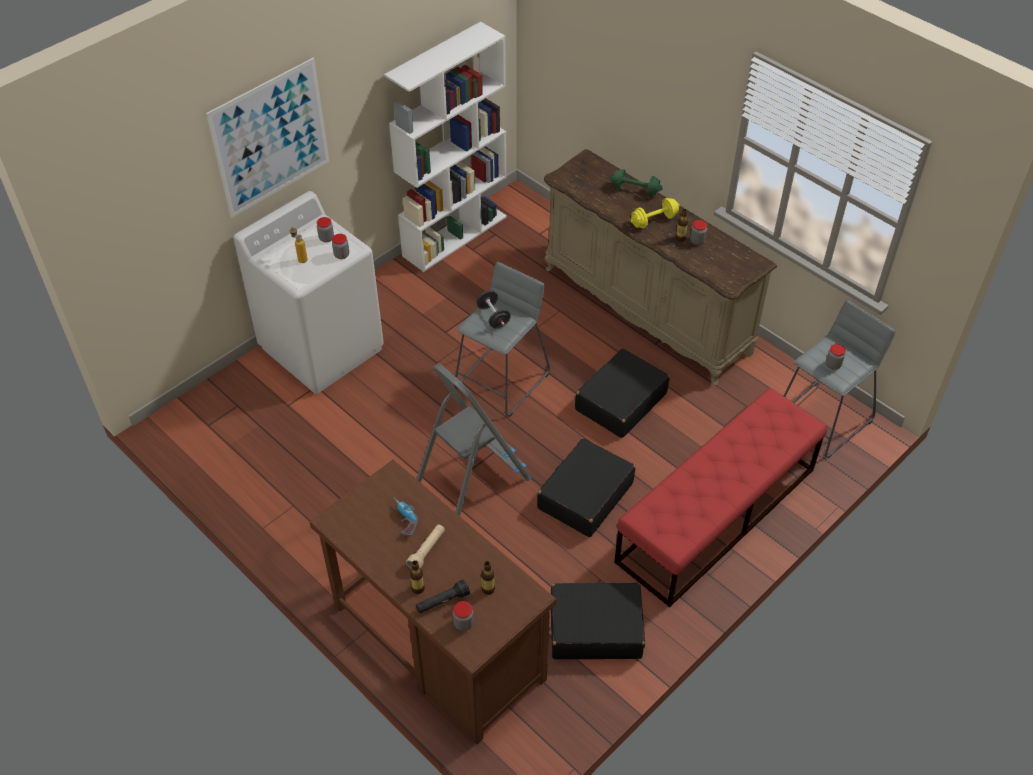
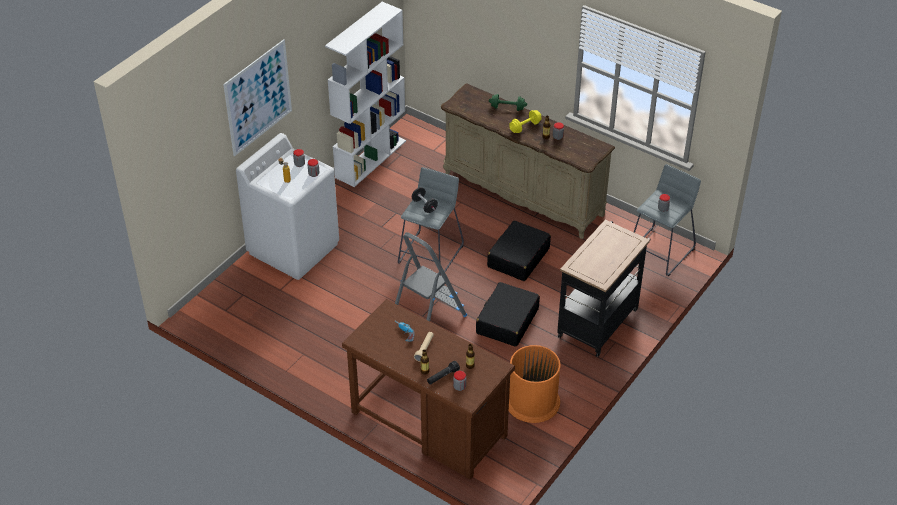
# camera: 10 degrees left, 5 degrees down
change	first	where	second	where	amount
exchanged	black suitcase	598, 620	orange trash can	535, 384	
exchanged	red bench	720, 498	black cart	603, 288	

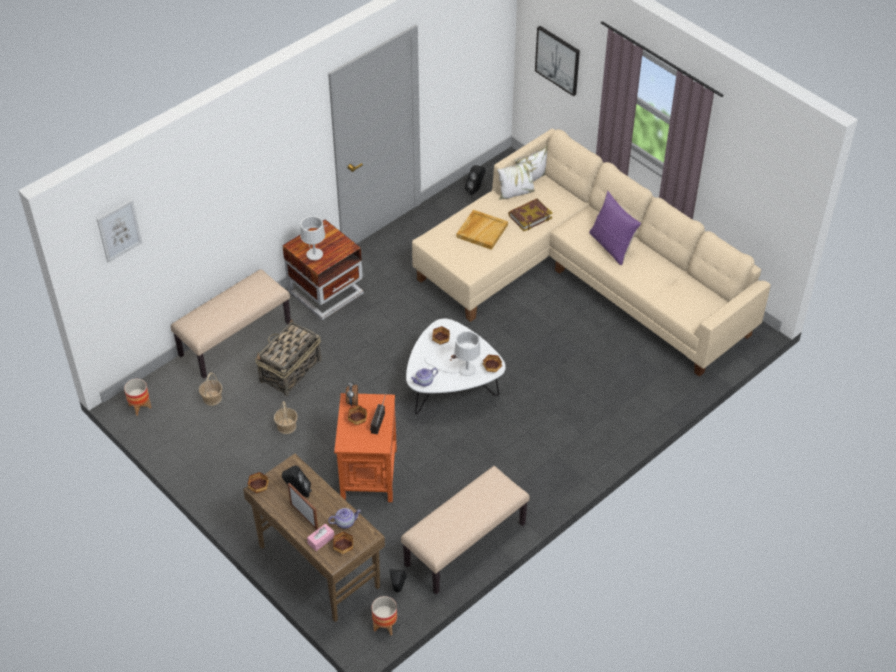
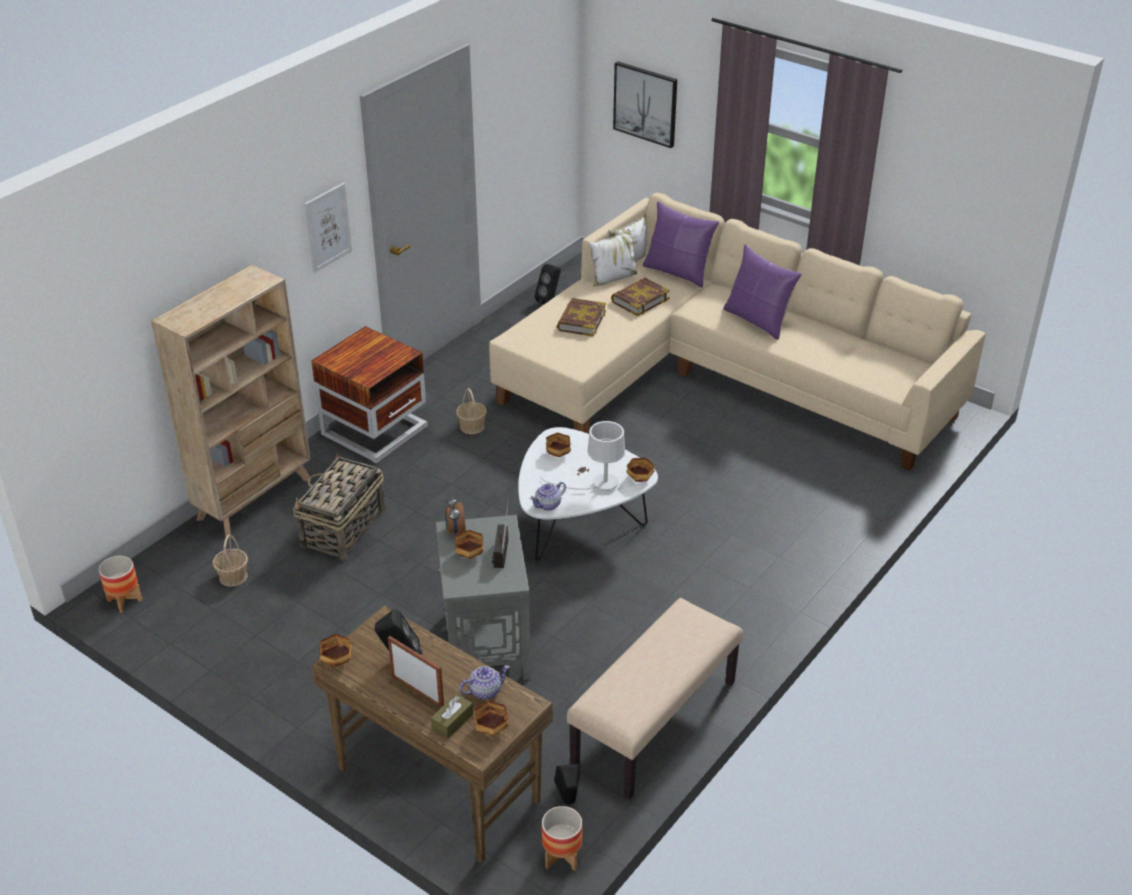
# camera: 10 degrees left, 10 degrees down
change	first	where	second	where	amount
exchanged	beige bench	231, 324	beige bookcase	231, 401	
relocated	picture	119, 231		328, 228	
colour	pink tissue box	320, 537	brown tissue box	452, 716	
colour	orange side table	365, 447	grey side table	483, 597	
relocated	basket	286, 417		471, 411	
exchanged	beige tray	482, 230	book	581, 317	
appeared			purple pillow	681, 244	
missing	white table lamp	312, 238			

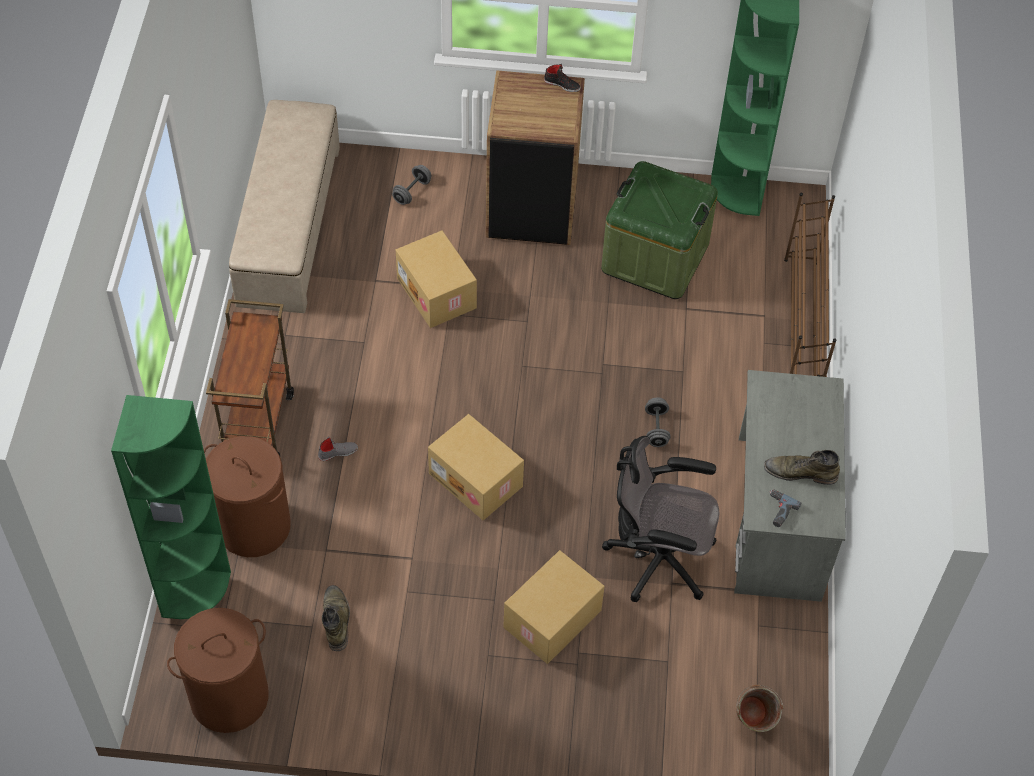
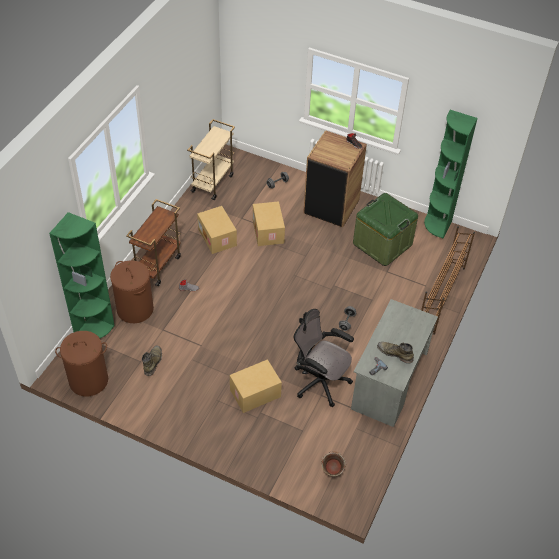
# camera: 20 degrees right, 5 degrees down
change	first	where	second	where	amount
exchanged	beige bench	284, 206	beige cart	211, 159	
relocated	cardboard box	476, 467		217, 230	

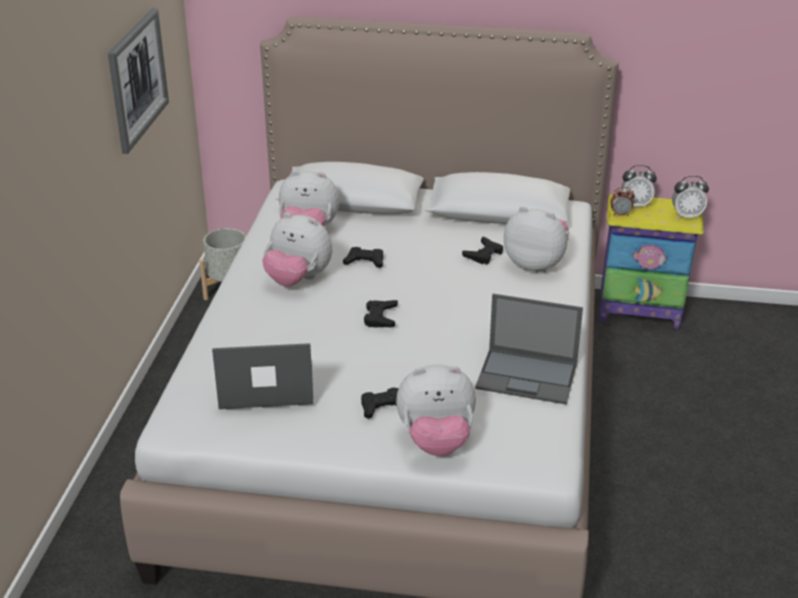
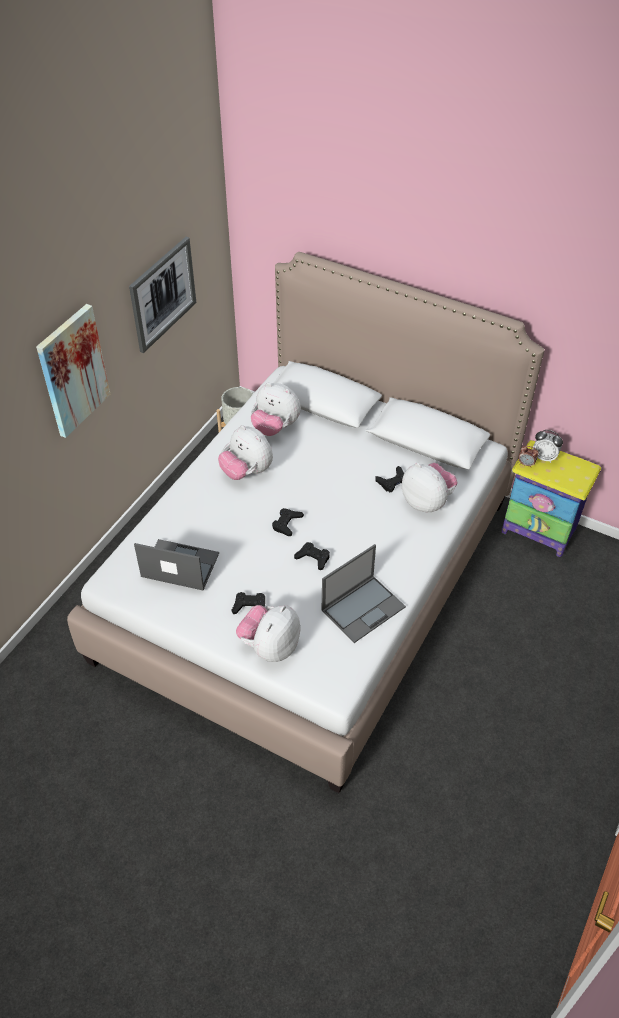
# camera: 20 degrees right, 15 degrees up
change	first	where	second	where	amount
appeared			picture	73, 371	
spun	plush toy	436, 410		268, 633	105 degrees clockwise
relocated	black game controller	363, 257		312, 556	
spun	laptop	529, 349		363, 593	75 degrees counterclockwise
missing	alarm clock	690, 197			

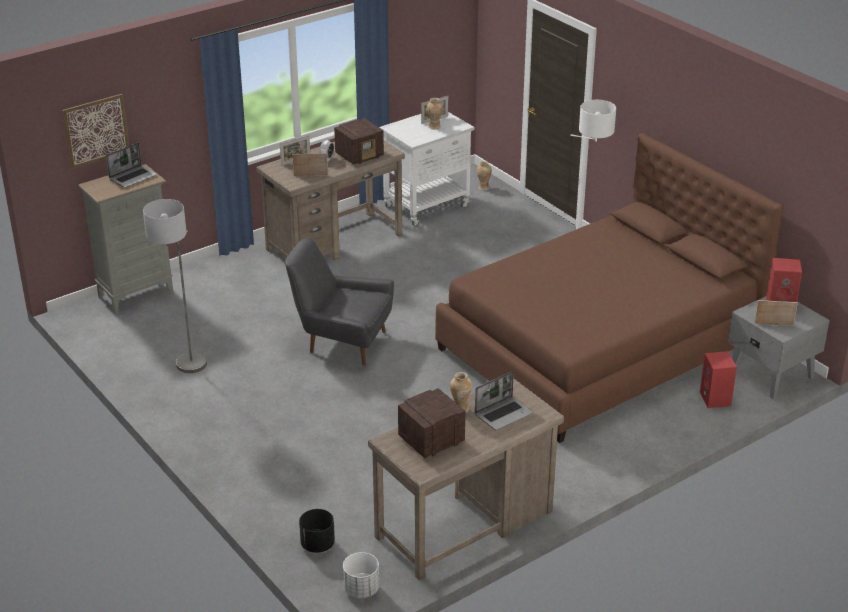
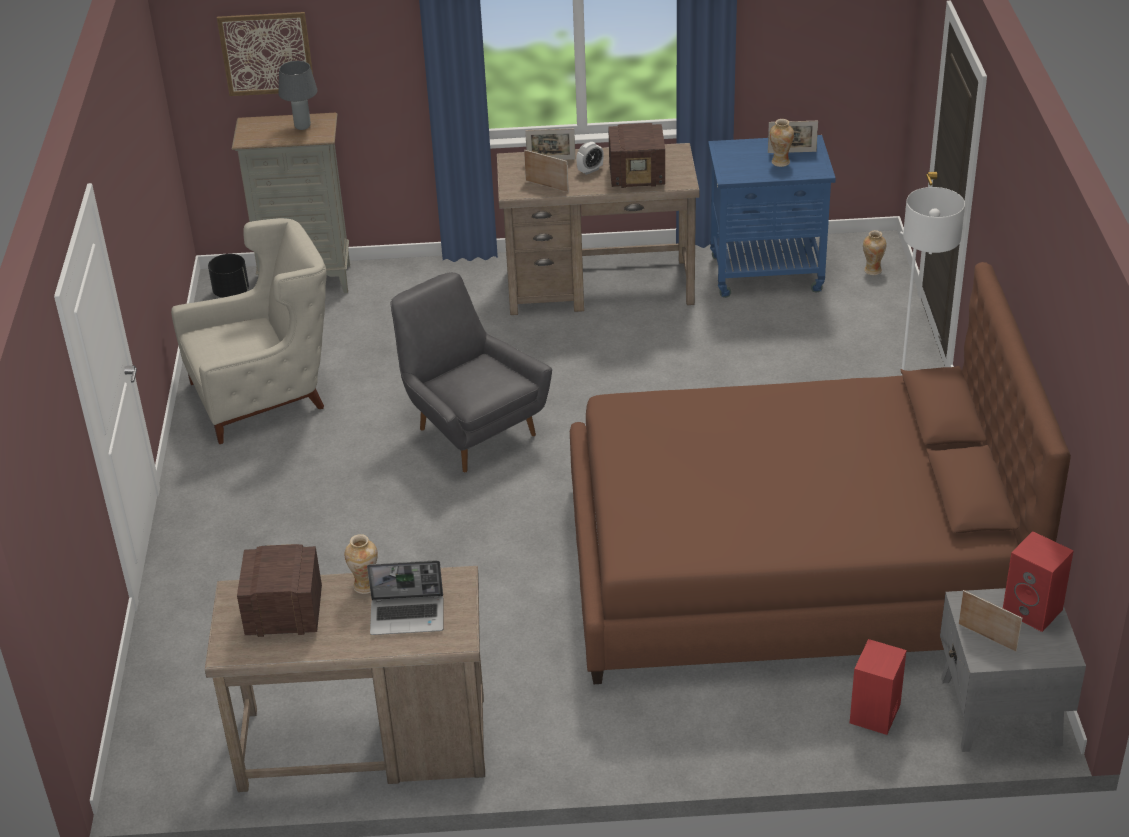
# camera: 35 degrees right, 5 degrees up
change	first	where	second	where	amount
exchanged	grey floor lamp	175, 286	beige armchair	248, 331	
relocated	black planter	317, 531		228, 276	
exchanged	laptop	131, 164	grey table lamp	298, 95	
colour	white cart	426, 169	blue cart	772, 216	
missing	white planter	361, 575			

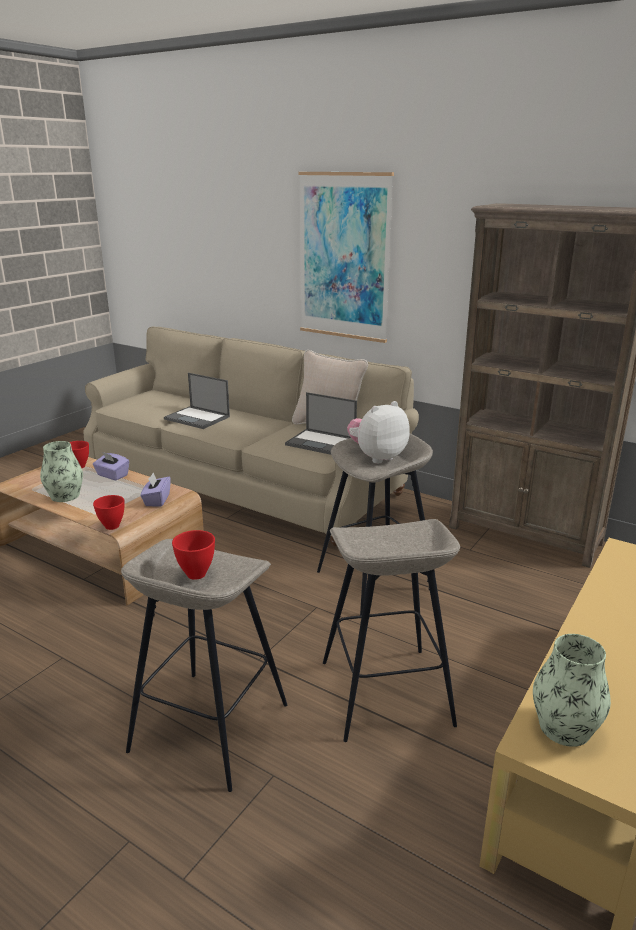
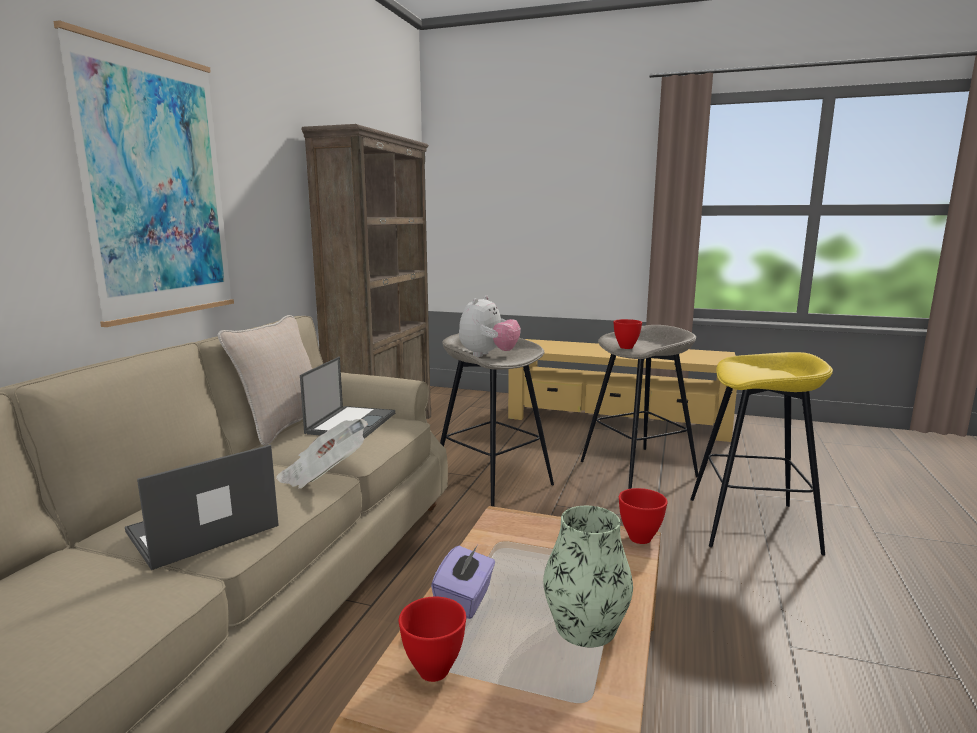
# camera: 105 degrees left, 10 degrees down
change	first	where	second	where	amount
spun	laptop	197, 401		202, 507	150 degrees counterclockwise
appeared			newspaper	322, 454	
spun	plush toy	378, 432		490, 326	105 degrees counterclockwise
relocated	red bowl	193, 555		627, 334	
colour	grey stool	204, 665	yellow stool	761, 454	
missing	purple tissue box	155, 489			
missing	vase	572, 690			

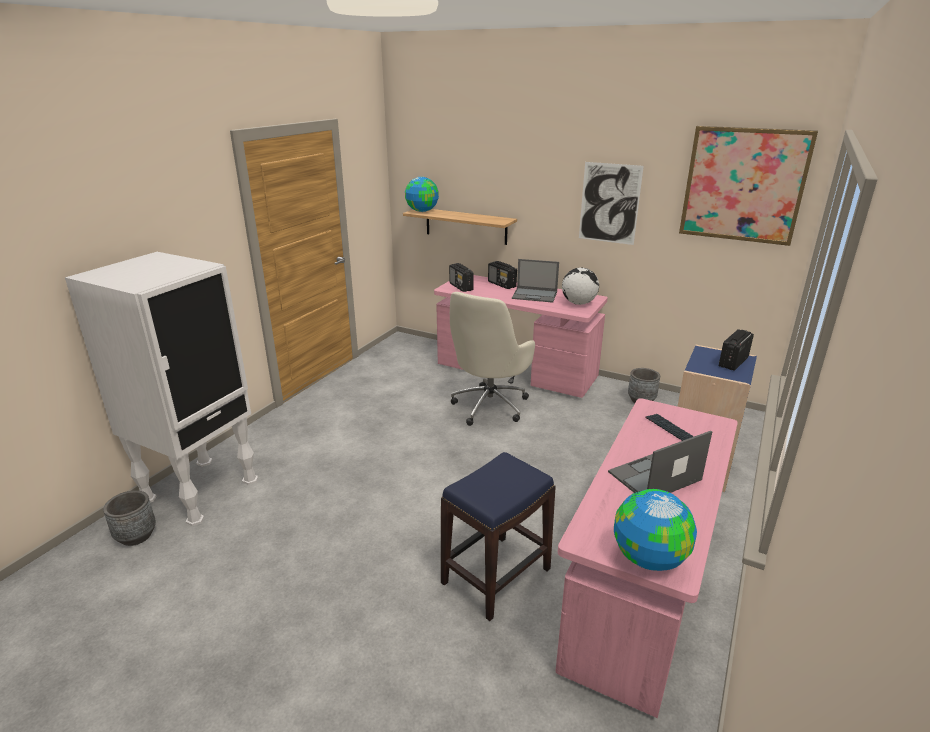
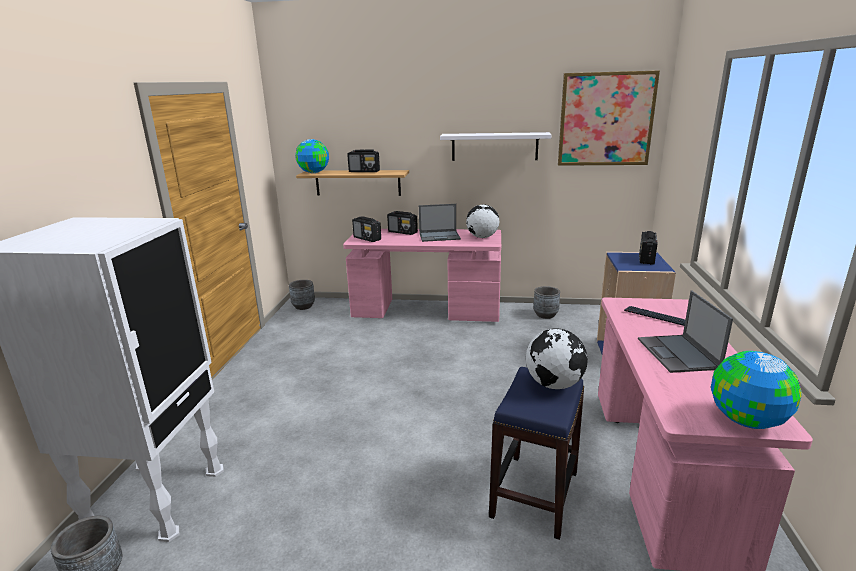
# camera: 20 degrees left, 5 degrees down
change	first	where	second	where	amount
appeared			grey planter	302, 295	
appeared			radio	363, 160	
exchanged	picture	611, 203	white shelf	495, 146	
appeared			globe	557, 358	
spun	laptop	660, 462		685, 332	45 degrees counterclockwise
missing	beige office chair	492, 359			

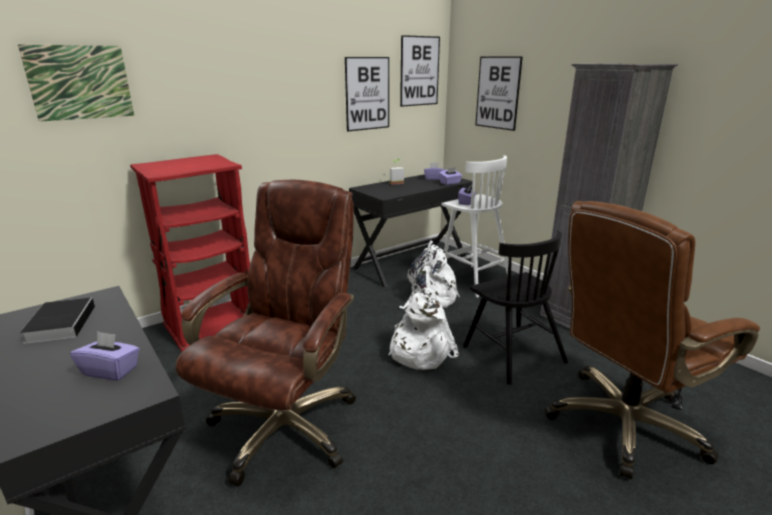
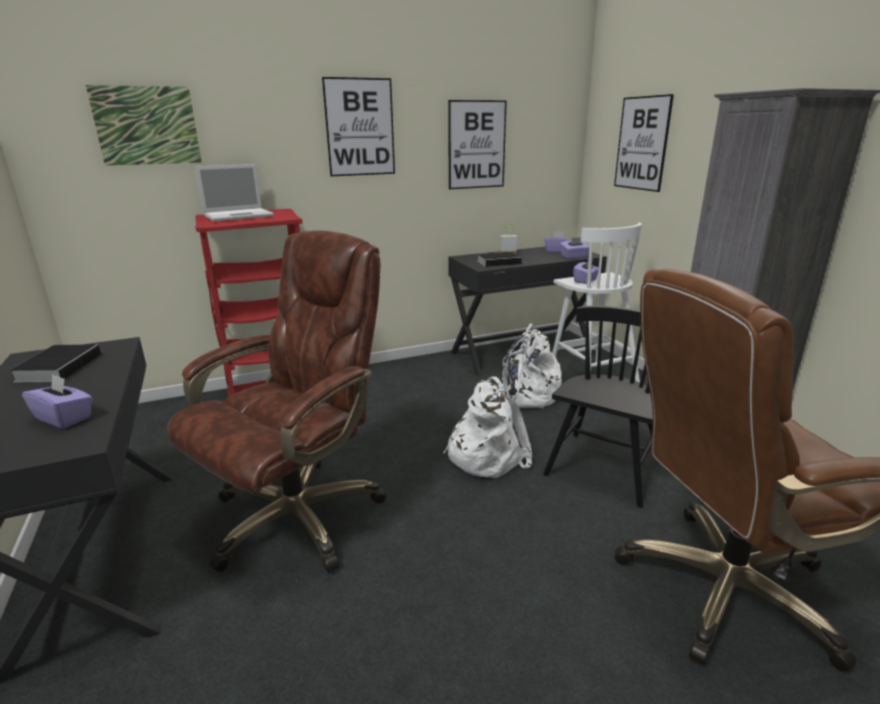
# camera: 15 degrees right, 0 degrees up
change	first	where	second	where	amount
appeared			laptop	234, 193	
relocated	picture	420, 71		358, 126	
appeared			book	499, 259	
spun	black chair	515, 308		598, 407	135 degrees counterclockwise

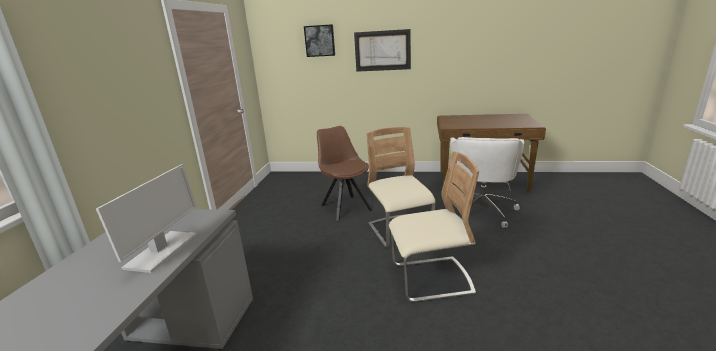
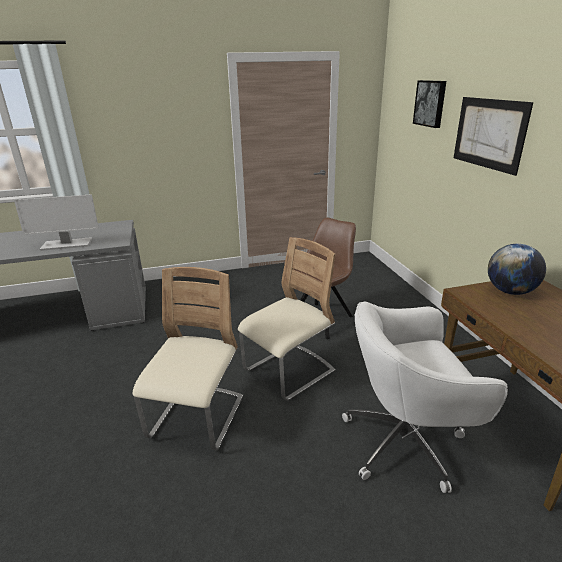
# camera: 65 degrees right, 5 degrees up
change	first	where	second	where	amount
spun	beige chair	434, 227		187, 359	135 degrees counterclockwise
appeared			globe	517, 269	

